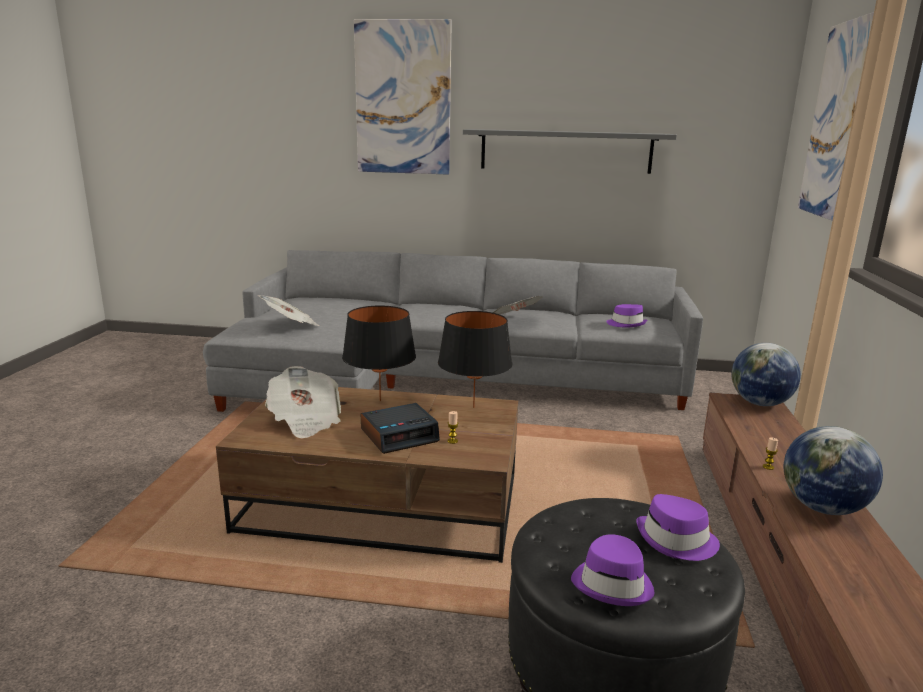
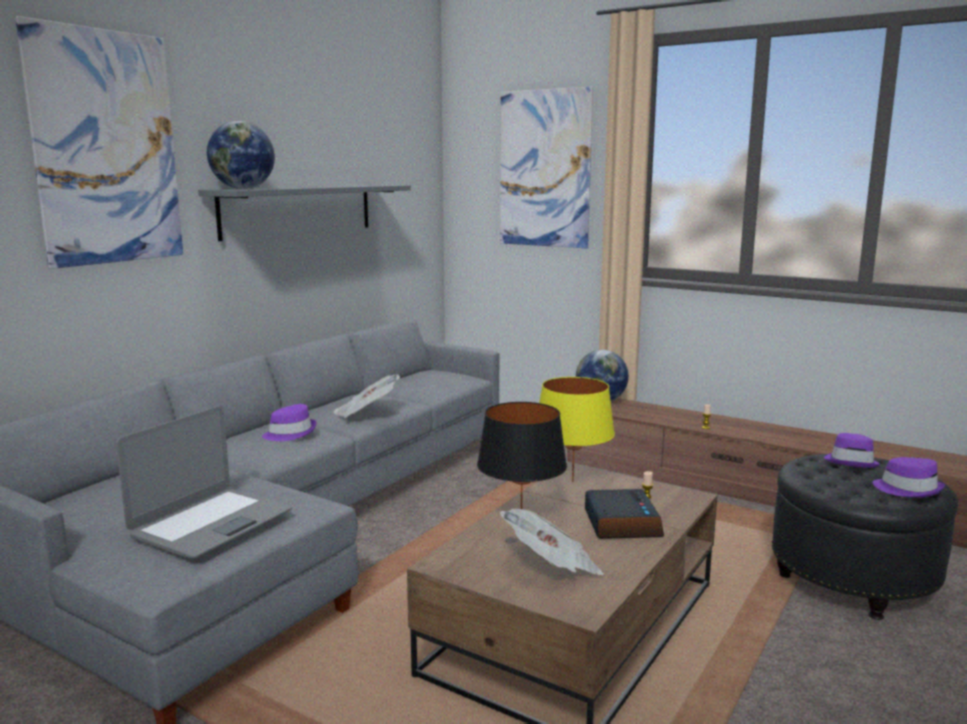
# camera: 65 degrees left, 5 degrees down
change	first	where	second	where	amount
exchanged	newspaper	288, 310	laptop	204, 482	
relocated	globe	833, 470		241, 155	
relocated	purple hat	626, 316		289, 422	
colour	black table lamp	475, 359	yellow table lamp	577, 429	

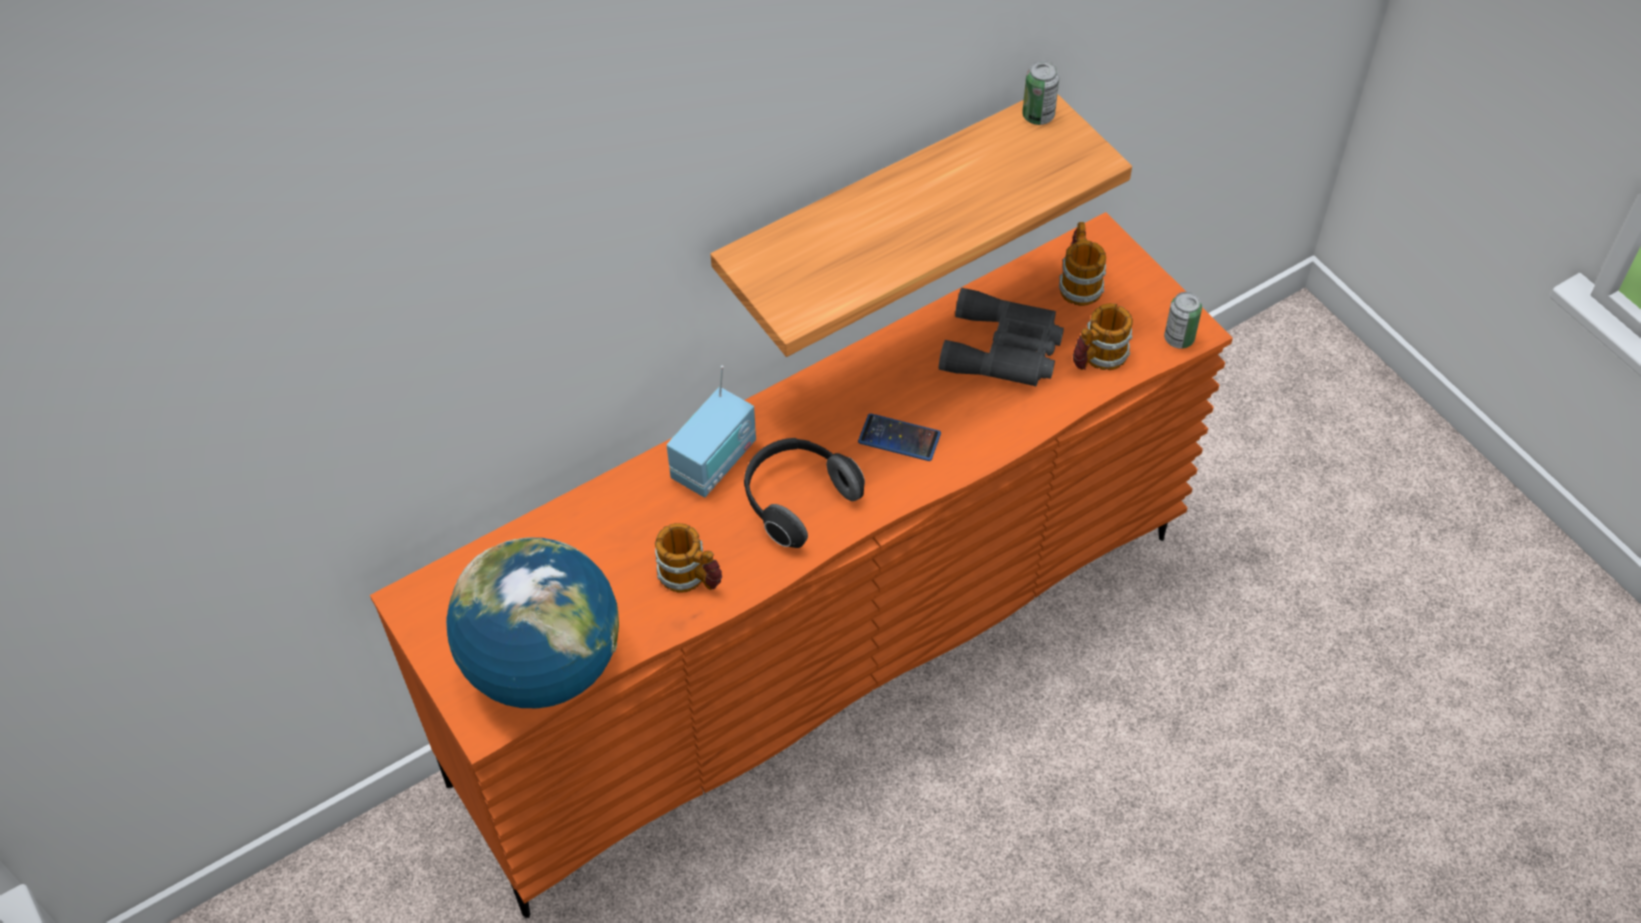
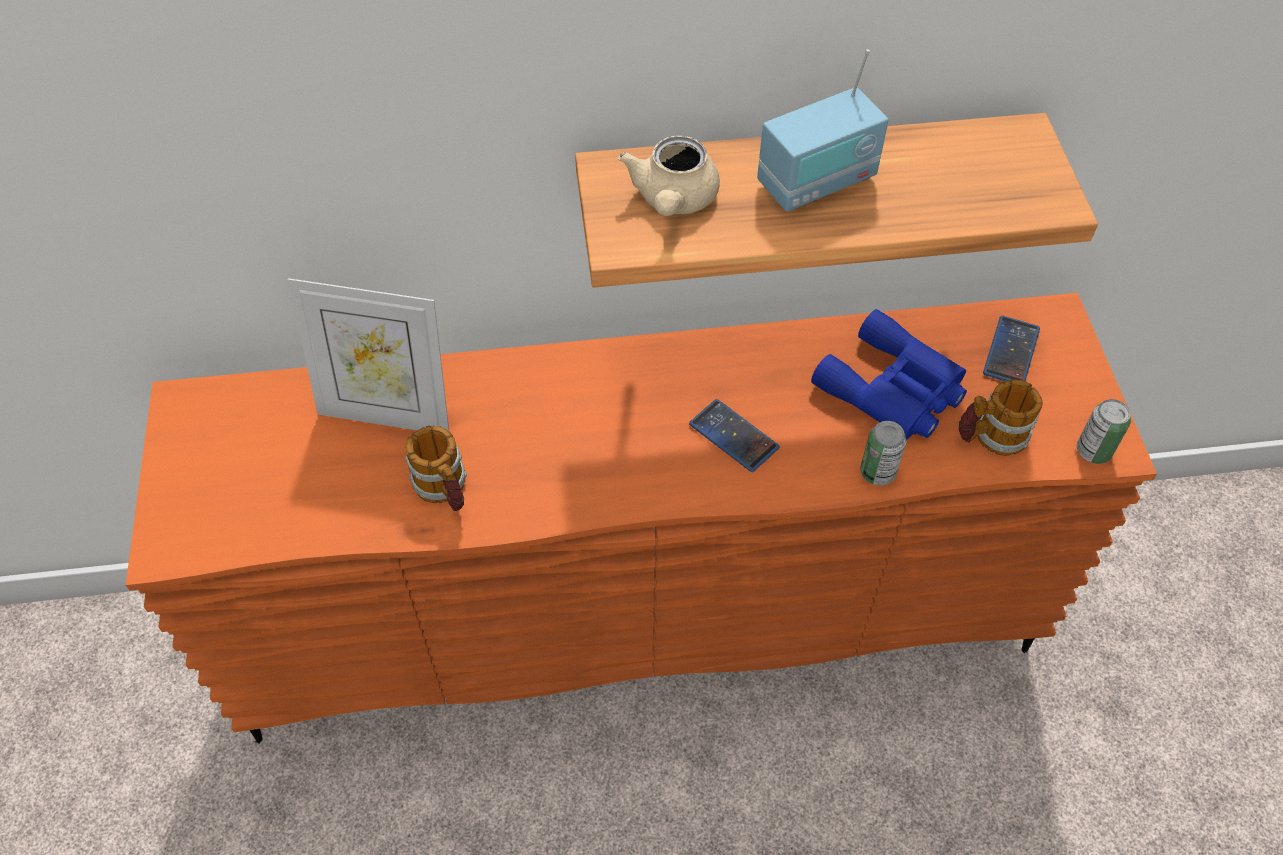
# camera: 25 degrees right, 0 degrees up
change	first	where	second	where	amount
appeared			picture frame	368, 354	
appeared			beige teapot	669, 176	
relocated	radio	711, 431		823, 130	
colour	grey binoculars	1001, 337	blue binoculars	889, 374	
relocated	can	1040, 93		883, 453	
exchanged	mug	1082, 264	phone	1011, 348	
missing	globe	532, 622			
missing	headphones	804, 493			

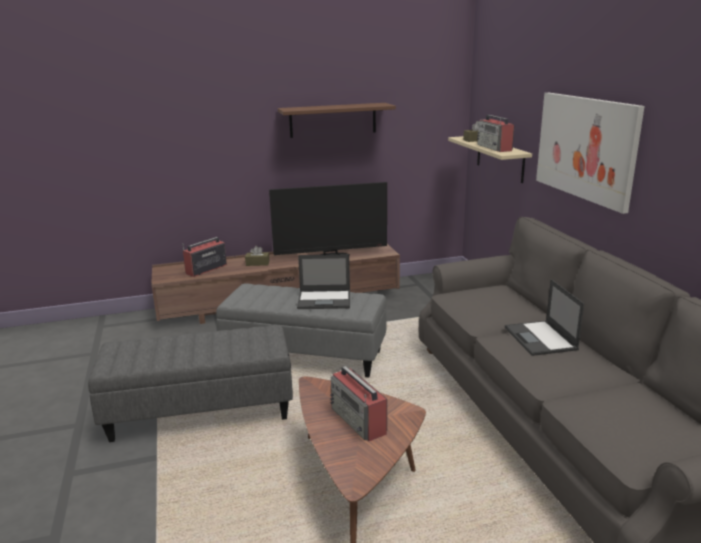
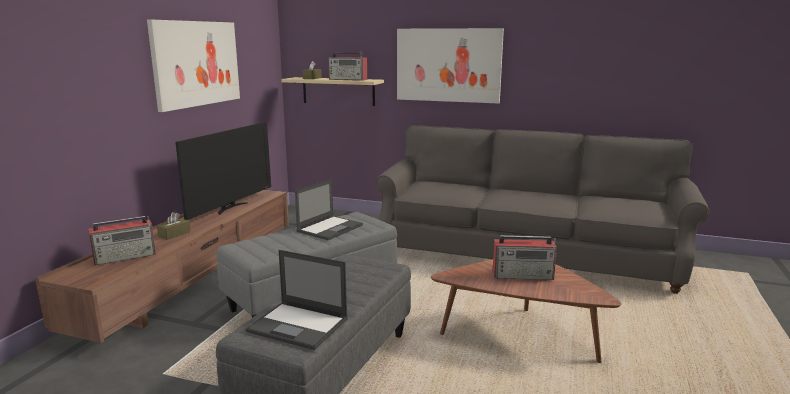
# camera: 55 degrees left, 5 degrees down
change	first	where	second	where	amount
spun	radio	205, 257		122, 240	105 degrees counterclockwise
exchanged	brown shelf	337, 120	picture	193, 66	
relocated	laptop	544, 317		297, 300	

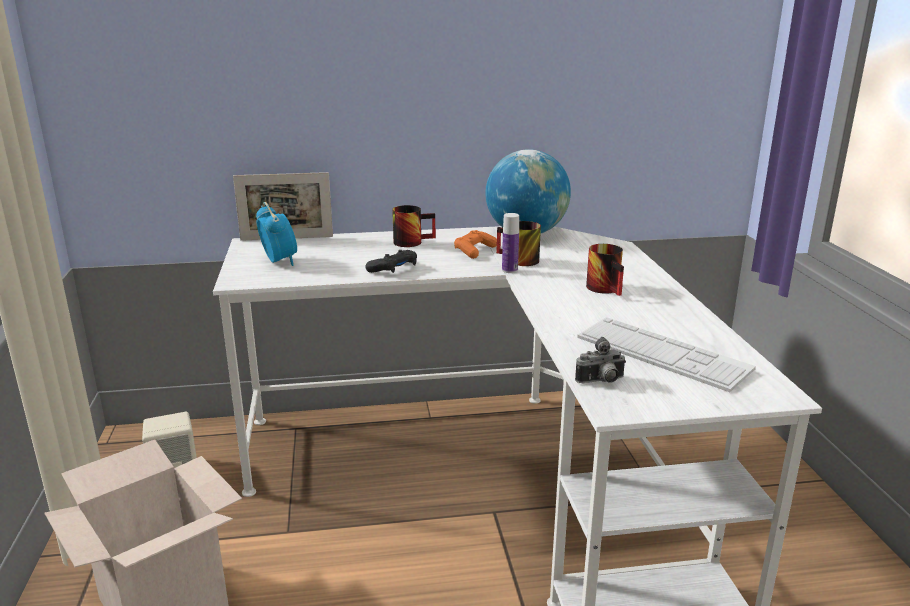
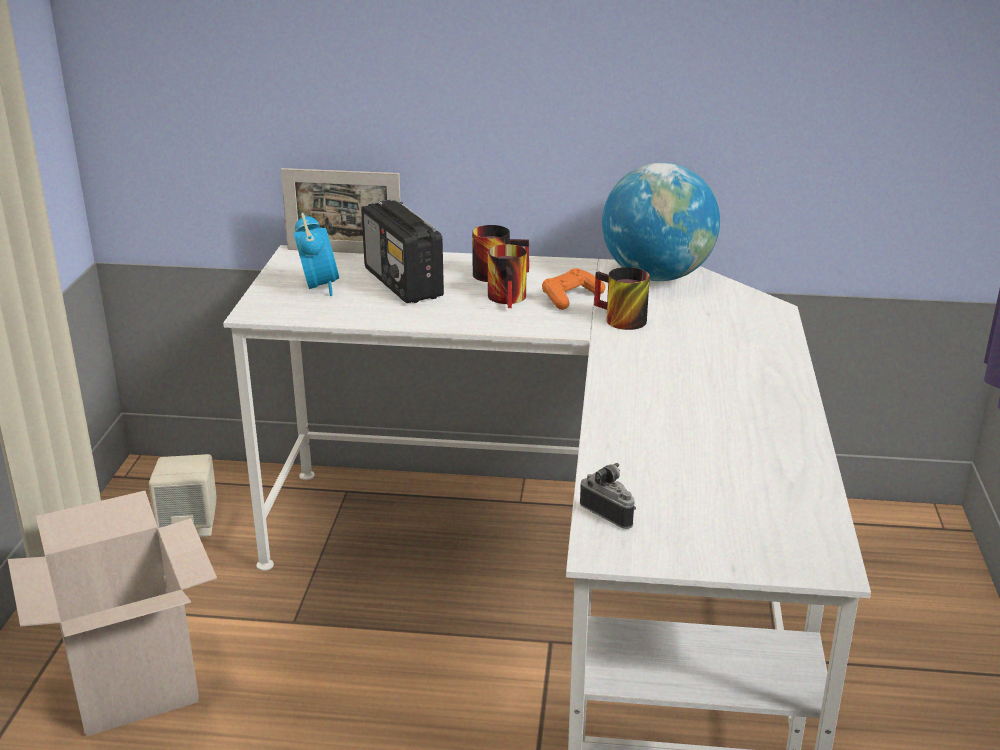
# camera: 15 degrees right, 5 degrees up
change	first	where	second	where	amount
appeared			radio	402, 251	
relocated	mug	605, 270		507, 276	
spun	photo camera	600, 360		608, 496	135 degrees counterclockwise
missing	black game controller	391, 261			
missing	bottle	510, 243			
missing	keyboard	666, 354			

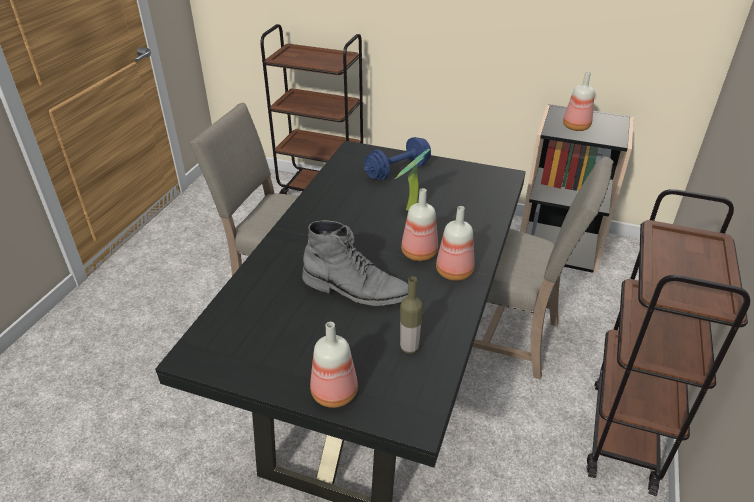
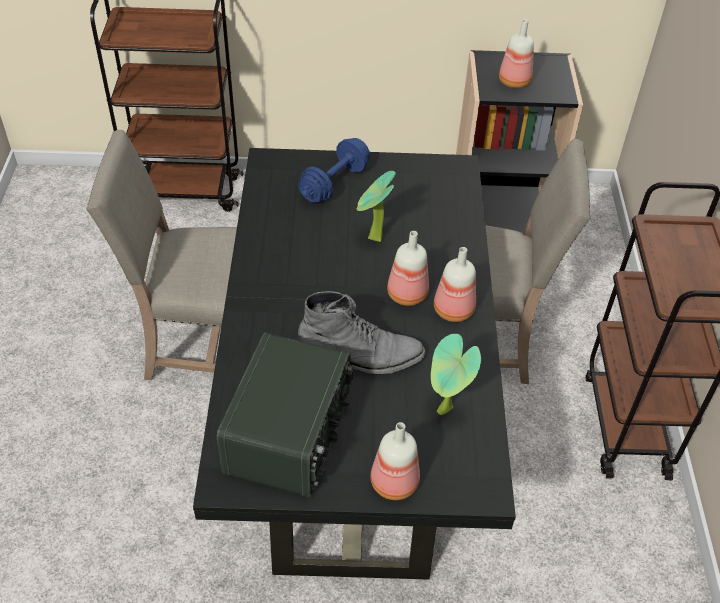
# camera: 20 degrees left, 10 degrees up
change	first	where	second	where	amount
appeared			radio	285, 414	
exchanged	bottle	411, 315	potted plant	456, 374	

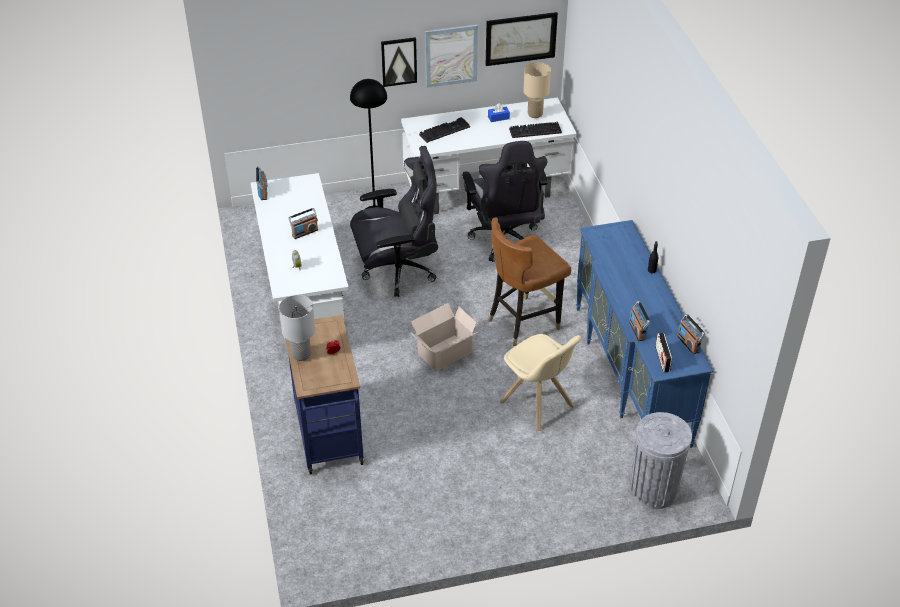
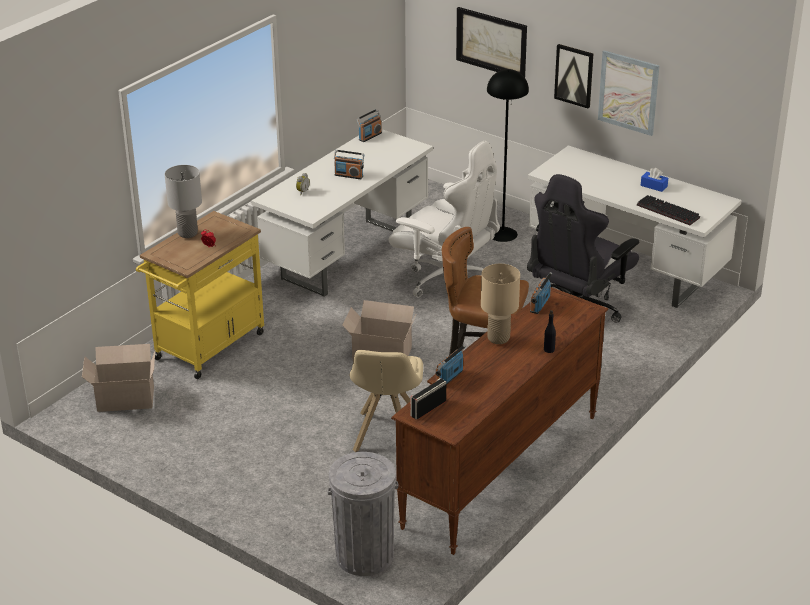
# camera: 50 degrees right, 10 degrees down
change	first	where	second	where	amount
appeared			cardboard box	118, 378	
colour	blue cart	324, 394	yellow cart	200, 295	
colour	black office chair	394, 221	white office chair	444, 219	
colour	blue cabinet	645, 334	brown cabinet	499, 421	
relocated	picture	522, 39		491, 42	
relocated	beige table lamp	537, 90		500, 304	
relocated	radio	691, 334		541, 293	
missing	keyboard	444, 130			

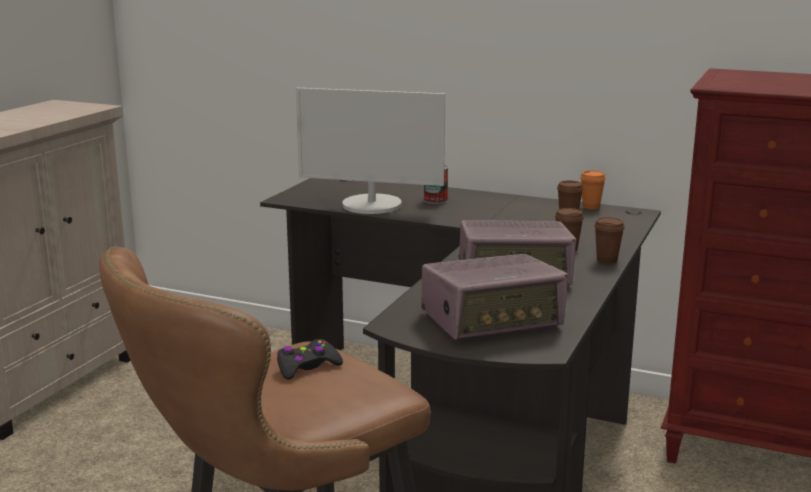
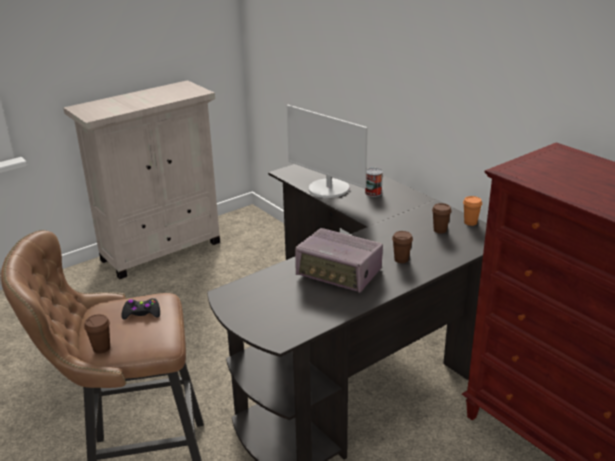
# camera: 30 degrees right, 10 degrees up
change	first	where	second	where	amount
relocated	brown cup	609, 240		97, 334	
missing	radio	494, 297			

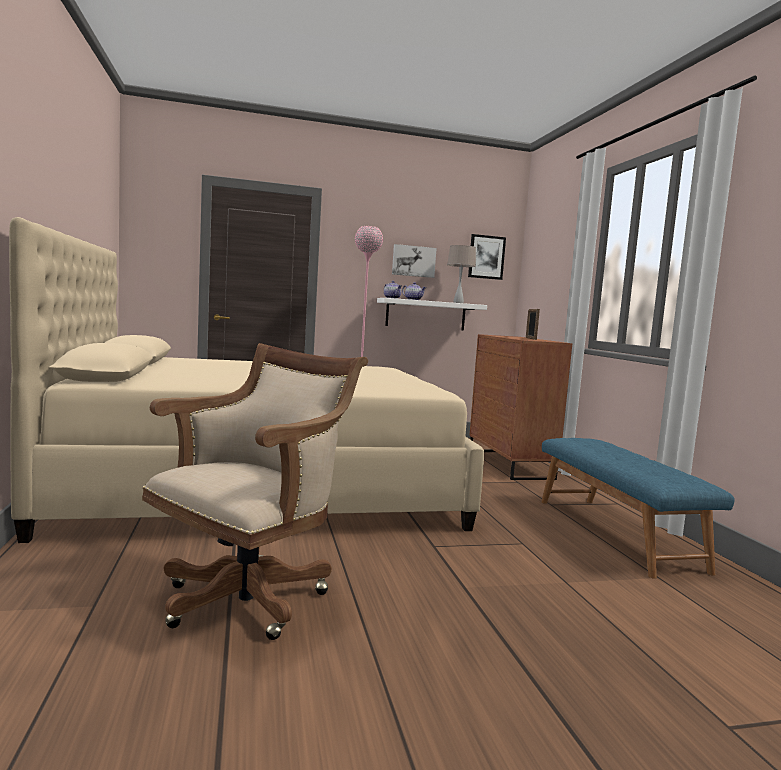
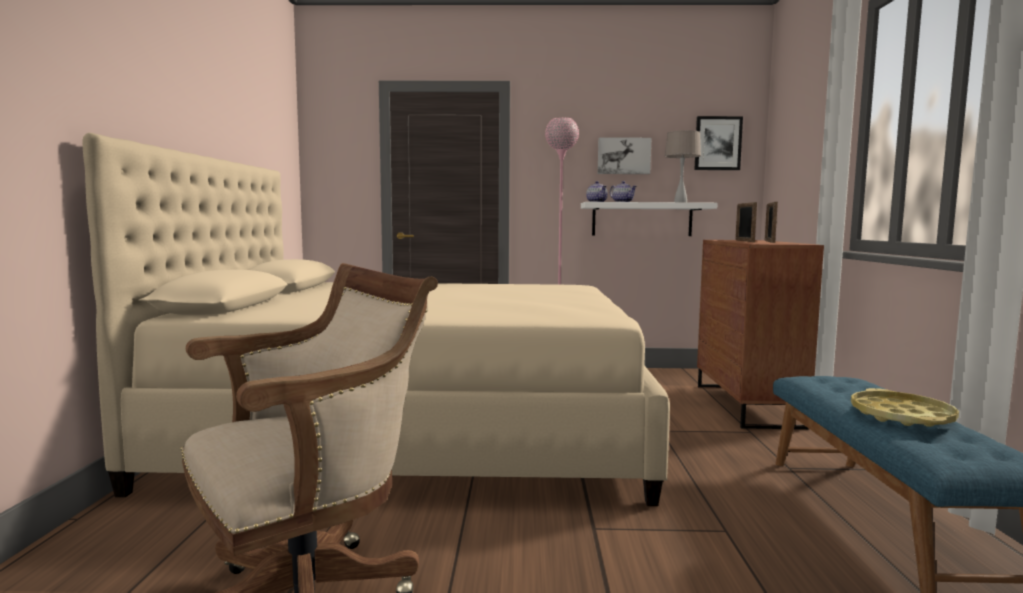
# camera: 15 degrees right, 0 degrees up
change	first	where	second	where	amount
appeared			picture frame	746, 222	
appeared			yellow tray	905, 407	

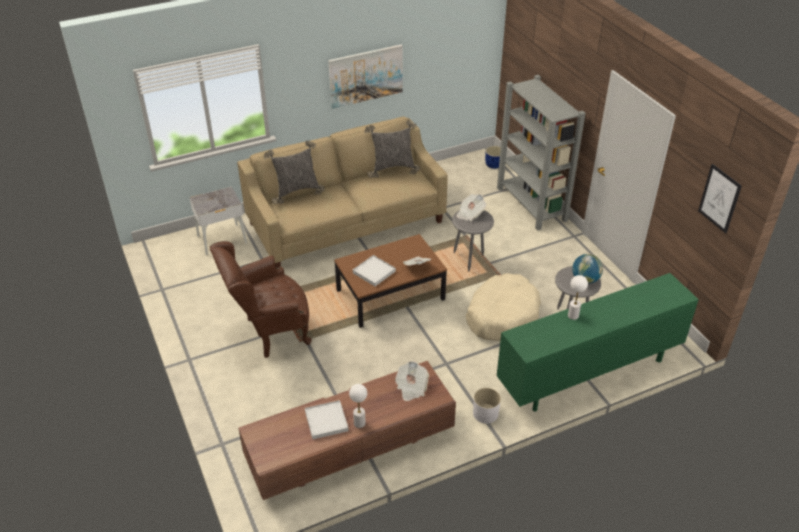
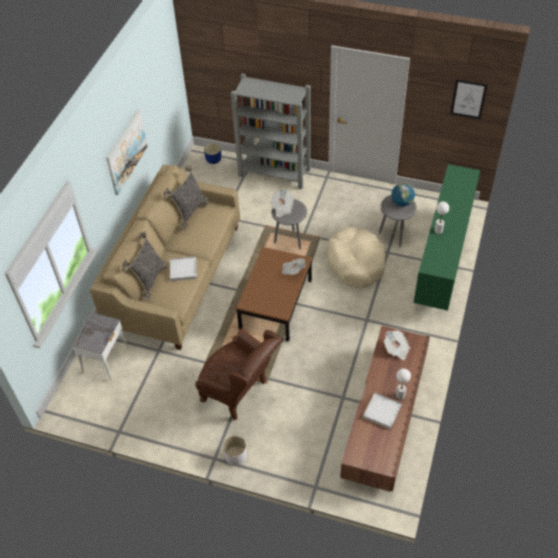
# camera: 45 degrees left, 10 degrees up
change	first	where	second	where	amount
relocated	white tray	374, 270		183, 268	
spun	brown armchair	261, 299		238, 374	75 degrees counterclockwise
relocated	white planter	487, 406		235, 451	

